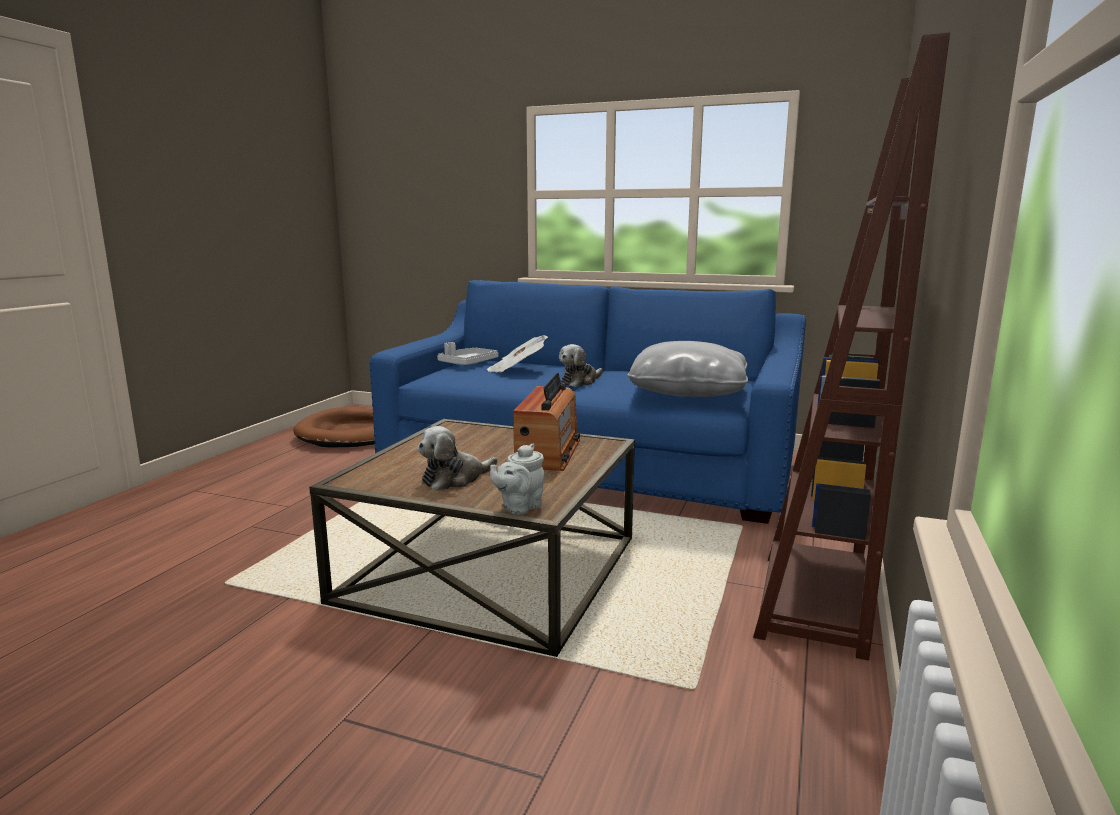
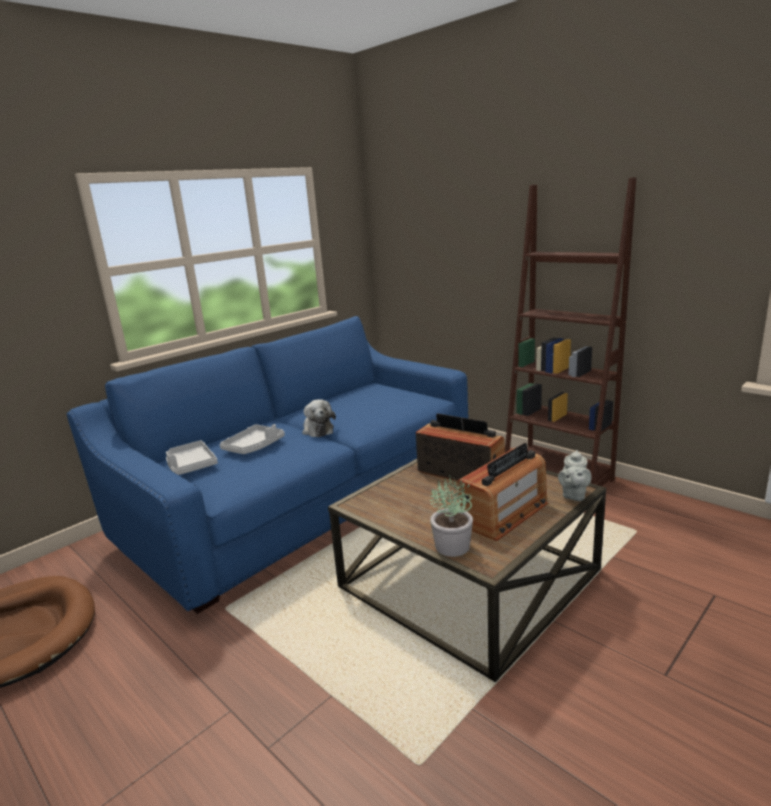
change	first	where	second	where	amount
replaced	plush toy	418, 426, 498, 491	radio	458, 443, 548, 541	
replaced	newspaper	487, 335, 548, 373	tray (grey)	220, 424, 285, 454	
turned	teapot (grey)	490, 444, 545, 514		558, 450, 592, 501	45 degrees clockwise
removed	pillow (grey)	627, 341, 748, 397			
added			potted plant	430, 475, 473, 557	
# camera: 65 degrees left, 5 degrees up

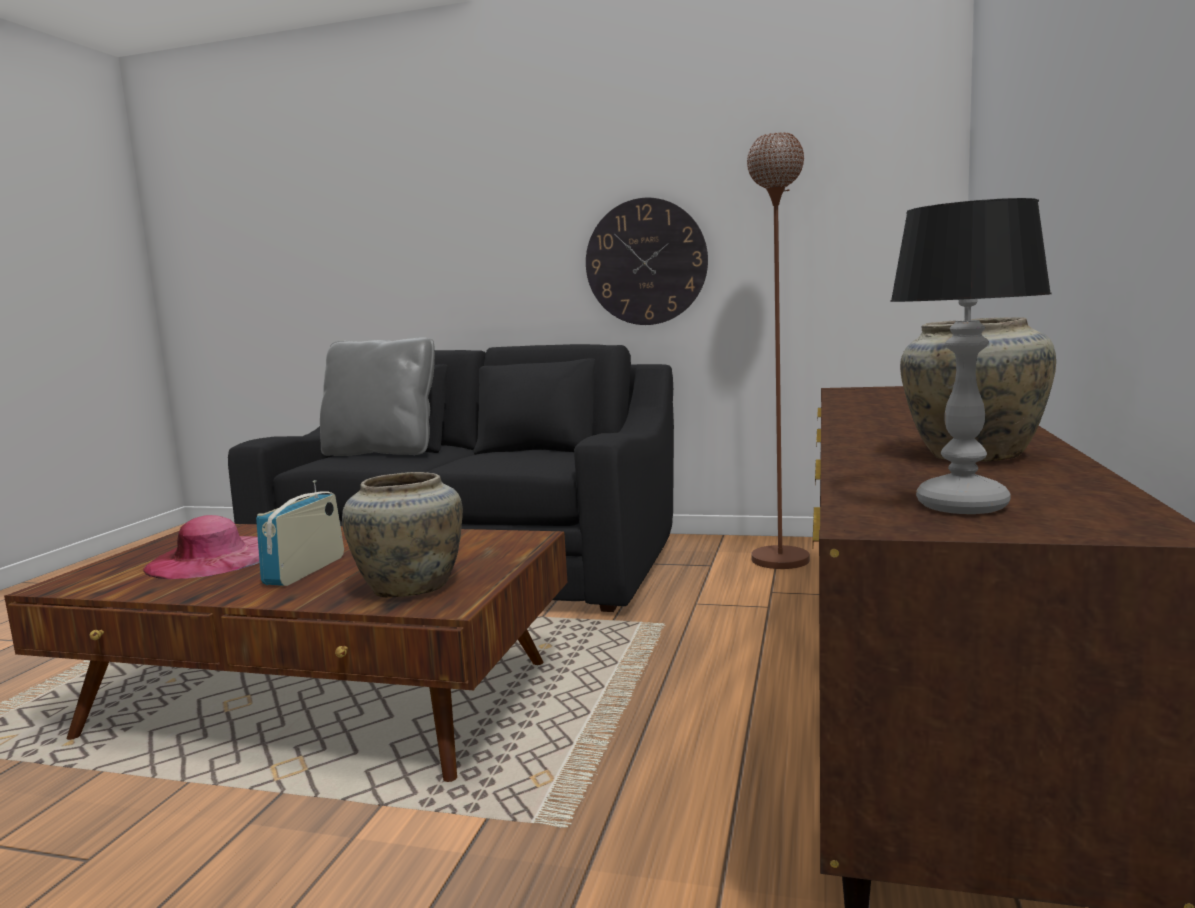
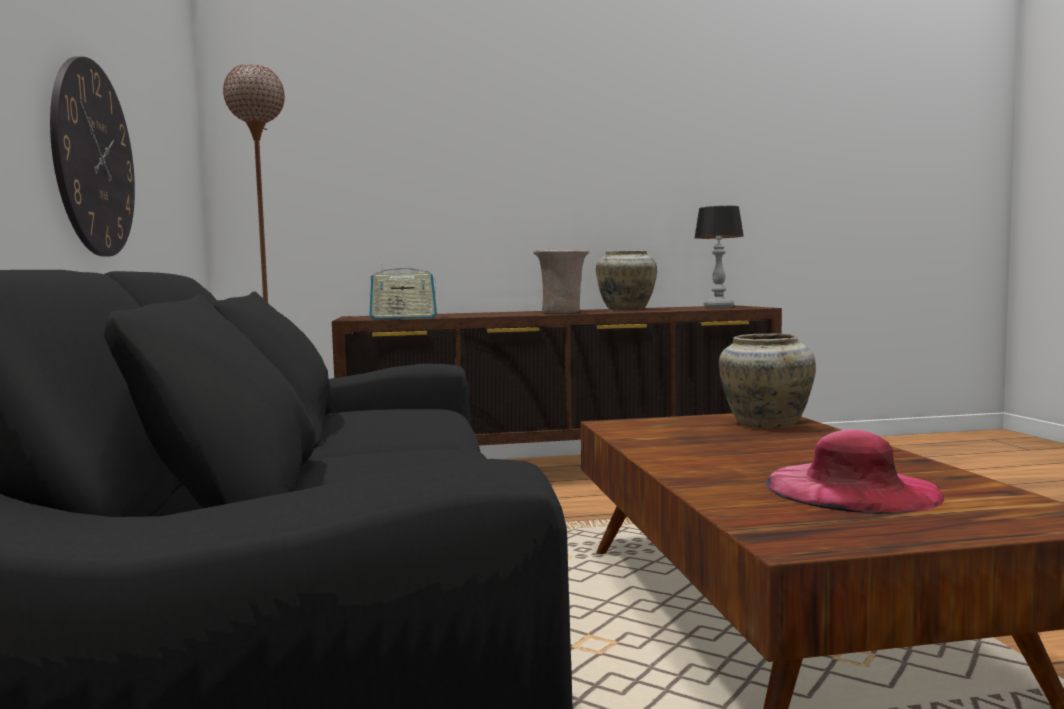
change	first	where	second	where	amount
moved	radio	256, 480, 344, 586		369, 263, 437, 319	
removed	pillow (grey)	320, 337, 435, 456			
added			vase (beige)	533, 250, 589, 313	
# camera: 115 degrees left, 5 degrees down

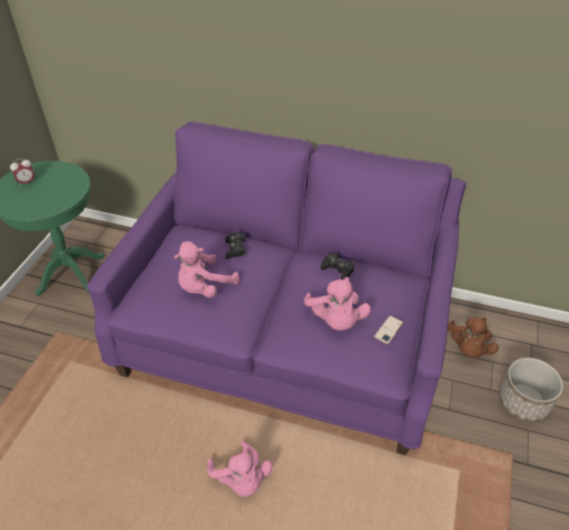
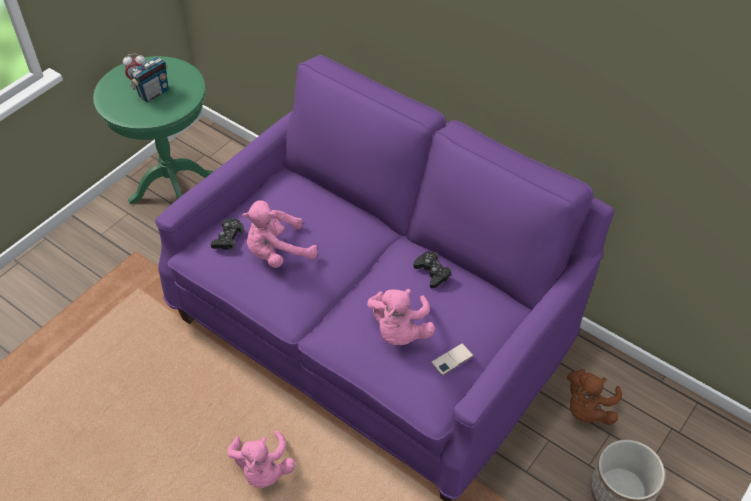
change	first	where	second	where	amount
moved	game controller (black)	225, 232, 246, 259		210, 218, 244, 250	
added			radio	129, 55, 169, 103	
# camera: 20 degrees right, 5 degrees up

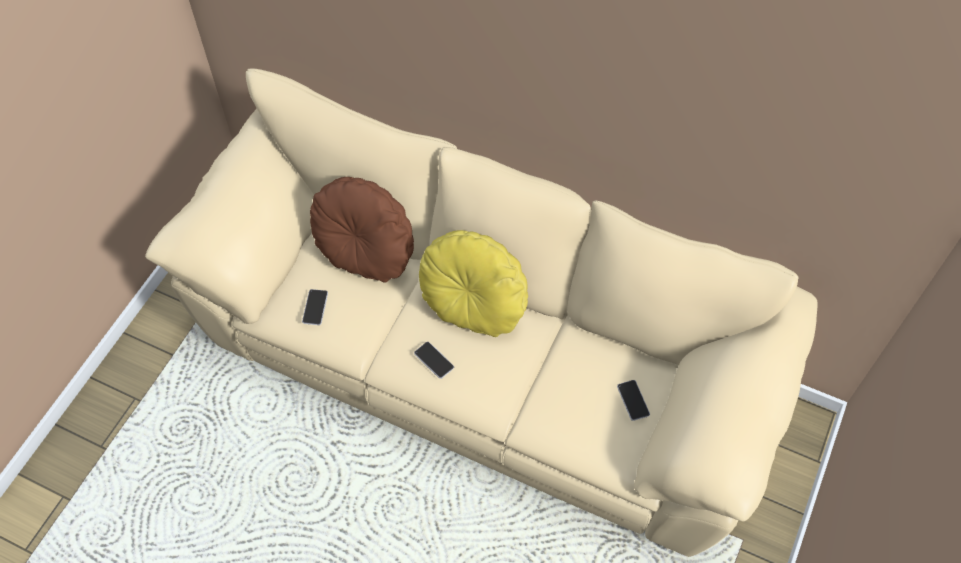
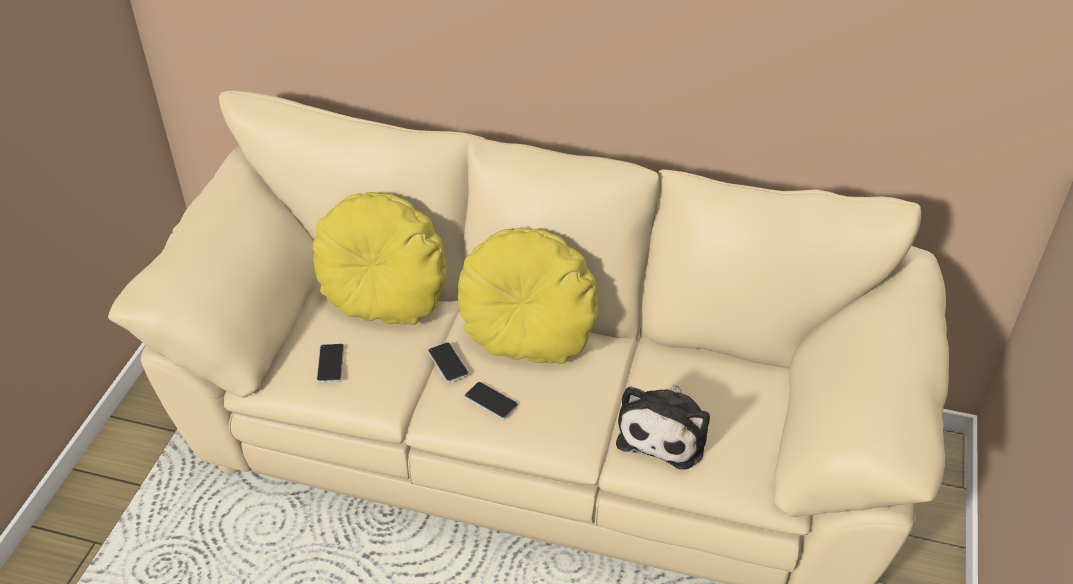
change	first	where	second	where	amount
recoloured	pillow (brown)	310, 177, 414, 282	pillow (yellow)	313, 192, 446, 325	
moved	phone	617, 380, 650, 421		428, 342, 469, 383	
added			plush toy	616, 384, 710, 470	
# camera: 10 degrees left, 15 degrees down

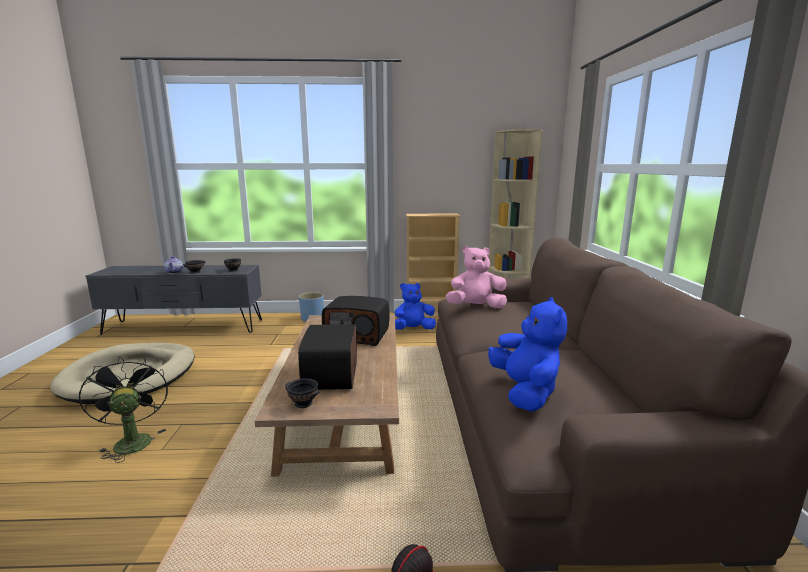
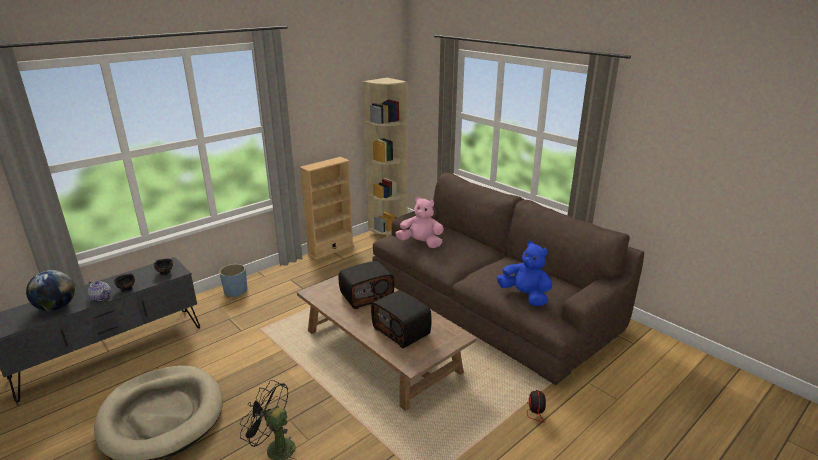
change	first	where	second	where	amount
removed	bowl (black)	285, 378, 320, 408			
removed	plush toy (blue)	395, 283, 436, 329			
turned	plush toy (pink)	446, 246, 507, 308		395, 197, 444, 248	60 degrees clockwise
added			globe	26, 270, 75, 311	
# camera: 40 degrees left, 10 degrees up

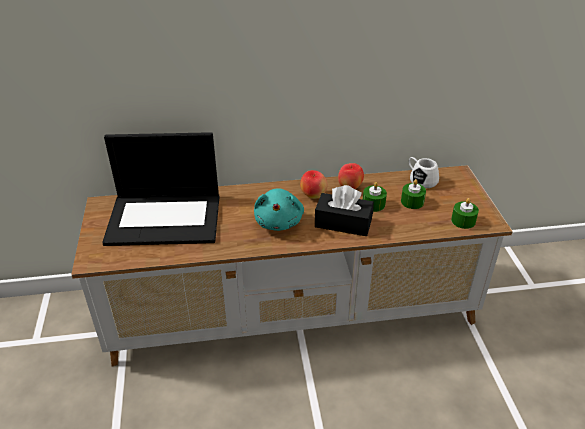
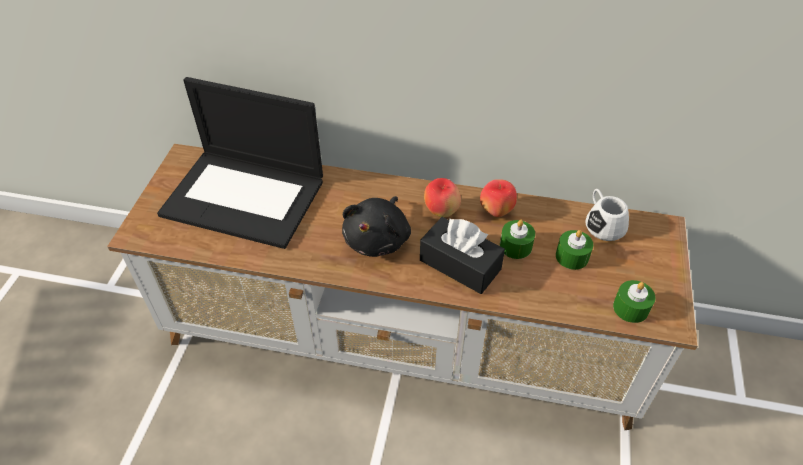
change	first	where	second	where	amount
recoloured	plush toy (turquoise)	254, 188, 304, 231	plush toy (black)	342, 196, 411, 257	
# camera: 20 degrees right, 10 degrees up

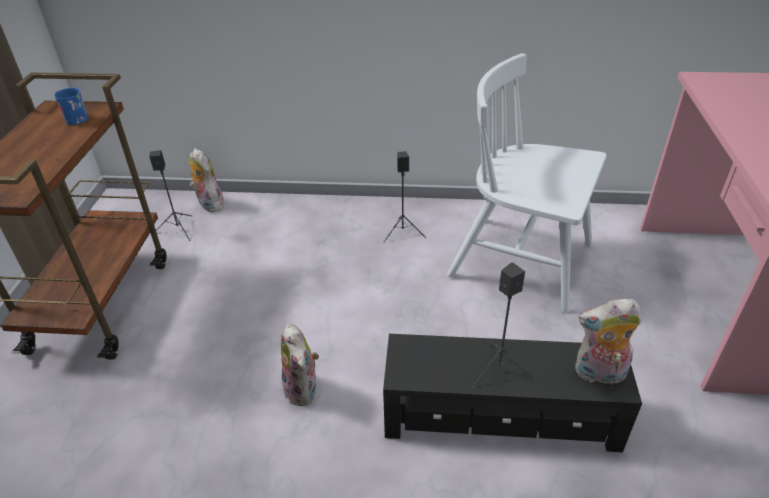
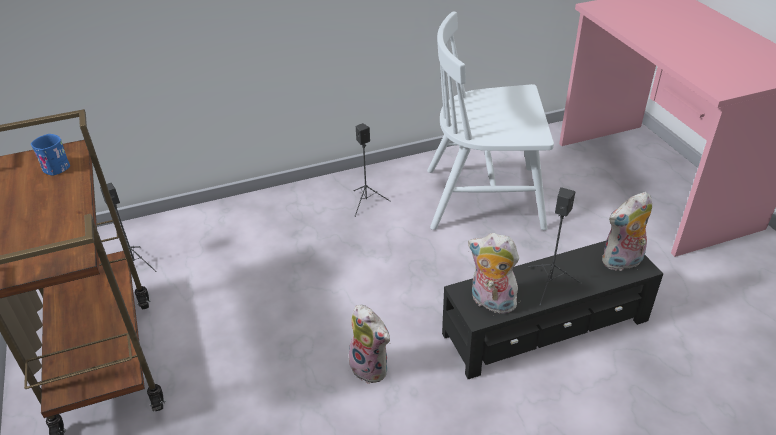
change	first	where	second	where	amount
moved	plush toy	189, 148, 224, 212		468, 233, 519, 314	
# camera: 25 degrees left, 0 degrees up

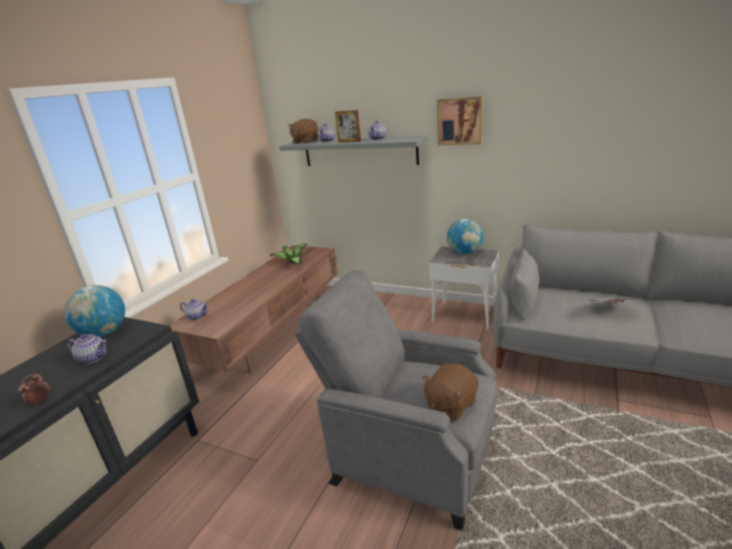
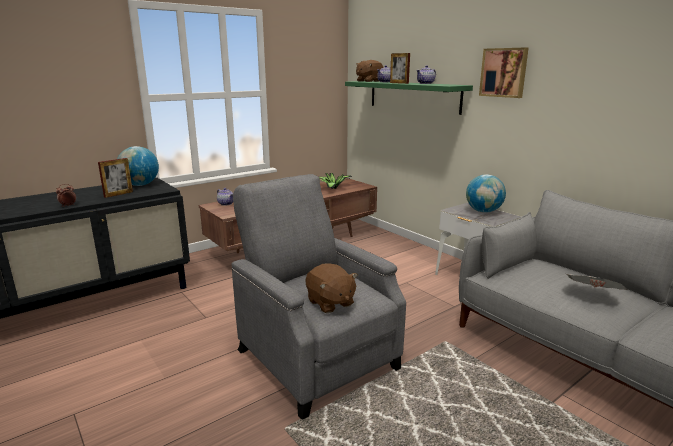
change	first	where	second	where	amount
replaced	teapot	67, 334, 107, 364	picture frame	98, 158, 133, 198	
recoloured	shelf (grey)	279, 136, 428, 166	shelf (green)	345, 81, 473, 115	
turned	plush toy (brown)	422, 363, 479, 420		306, 263, 358, 313	105 degrees counterclockwise
# camera: 25 degrees right, 5 degrees down

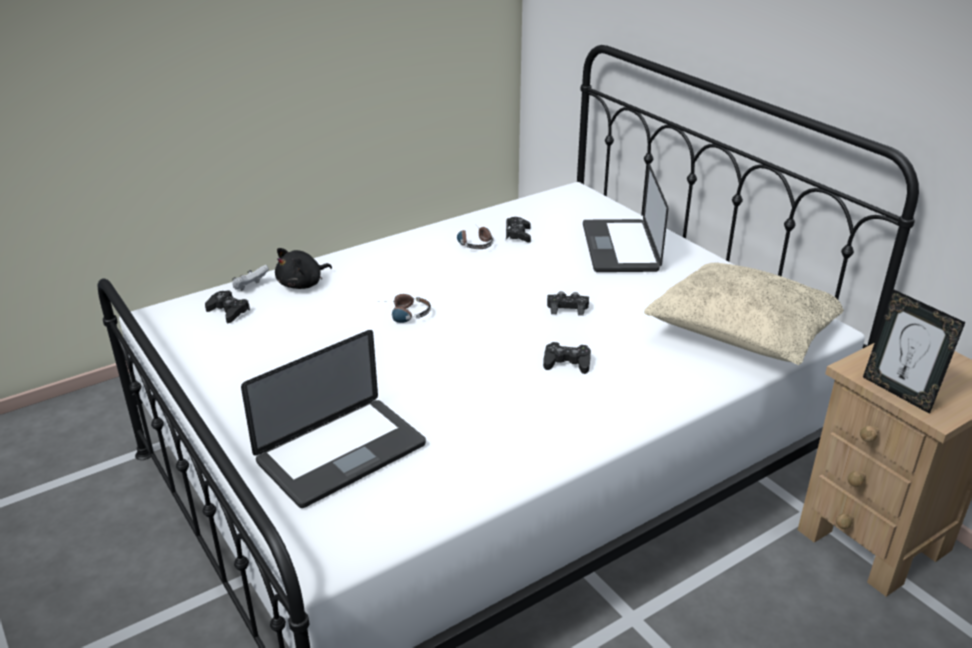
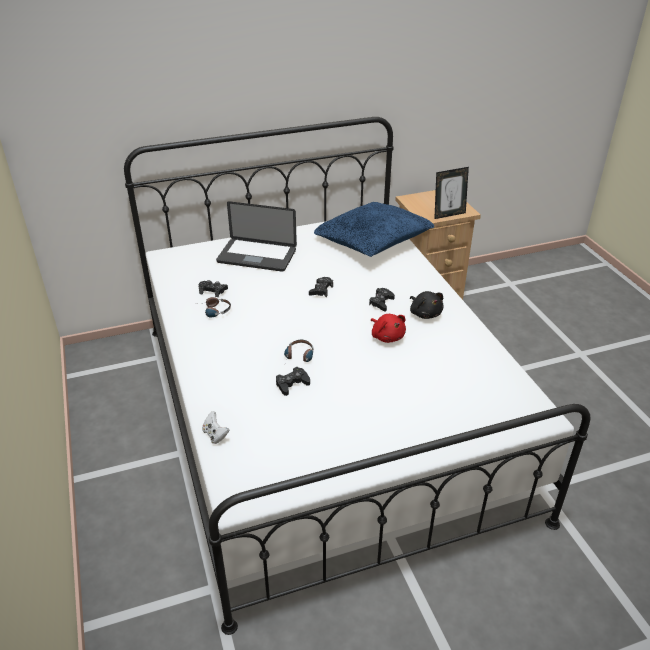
change	first	where	second	where	amount
moved	game controller (black)	205, 290, 250, 323		276, 367, 310, 396	
removed	laptop	241, 330, 426, 508			
moved	plush toy (black)	275, 248, 332, 289		410, 291, 444, 319	
recoloured	pillow (beige)	644, 263, 844, 365	pillow (blue)	314, 202, 434, 257	
added			plush toy (red)	371, 314, 406, 343	
# camera: 75 degrees left, 5 degrees up

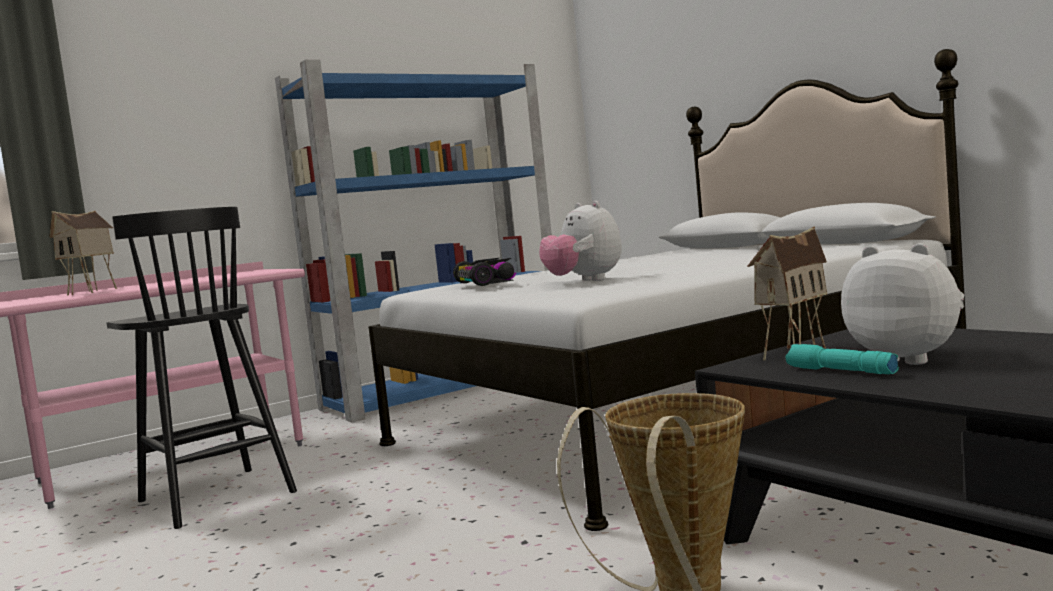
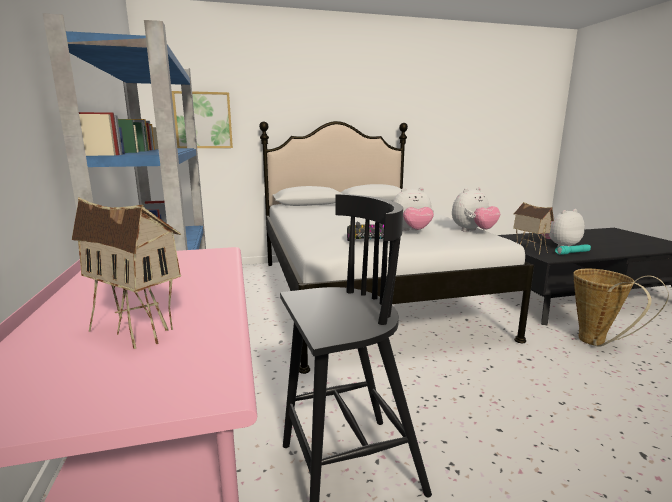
change	first	where	second	where	amount
added			picture	172, 91, 233, 148	
added			plush toy	452, 187, 500, 232	
# camera: 70 degrees left, 10 degrees up

